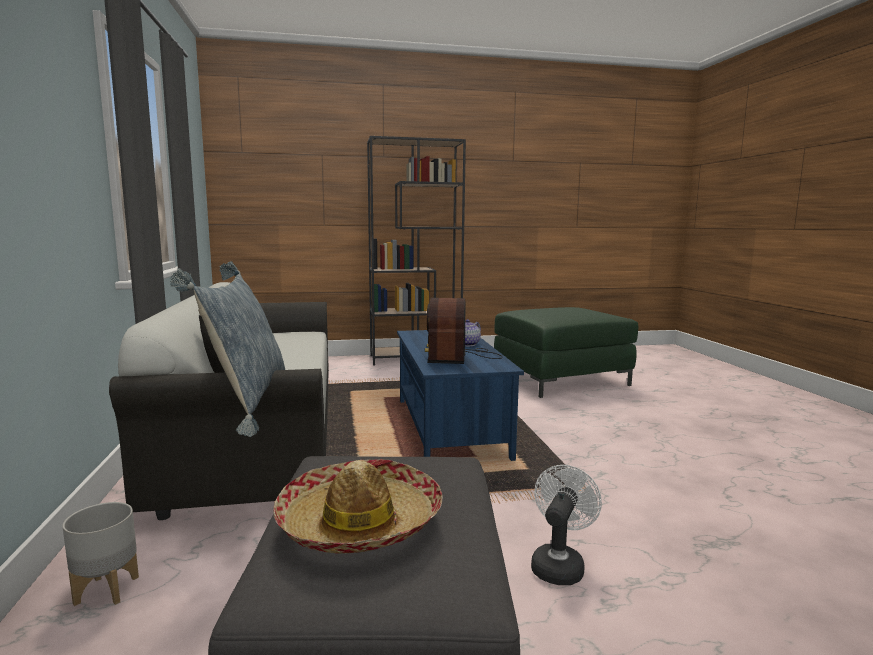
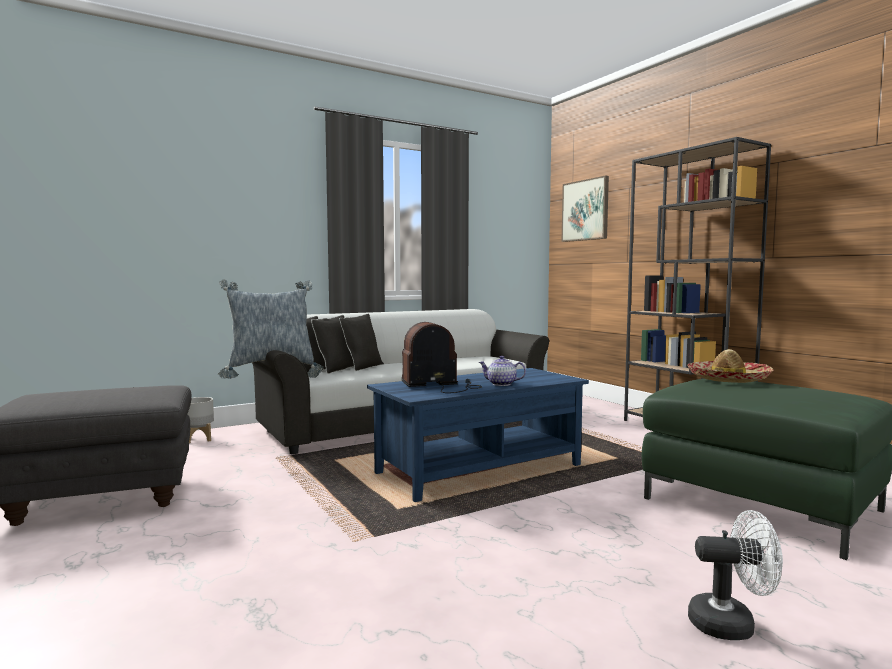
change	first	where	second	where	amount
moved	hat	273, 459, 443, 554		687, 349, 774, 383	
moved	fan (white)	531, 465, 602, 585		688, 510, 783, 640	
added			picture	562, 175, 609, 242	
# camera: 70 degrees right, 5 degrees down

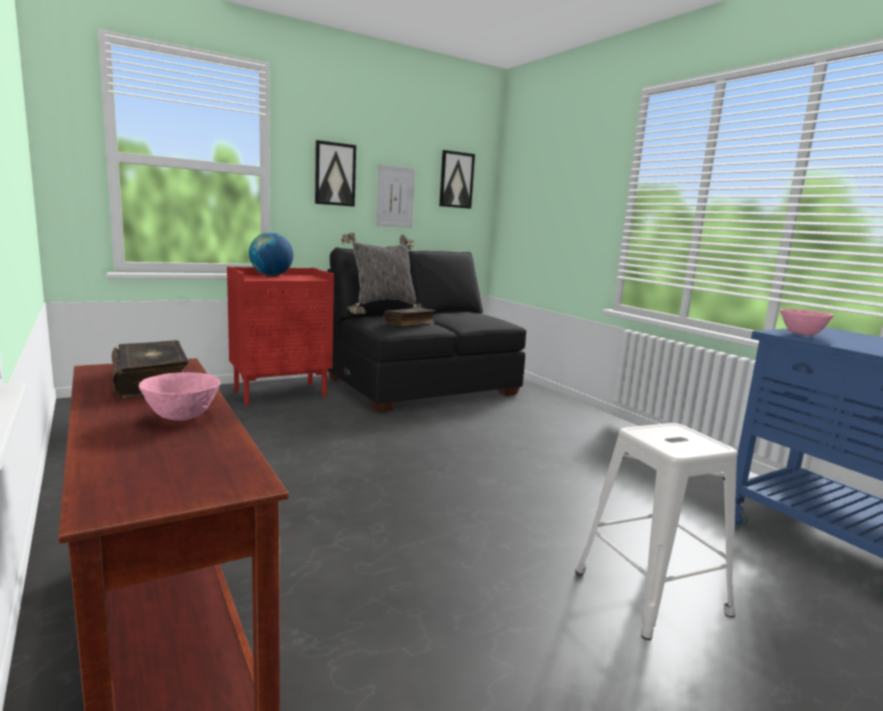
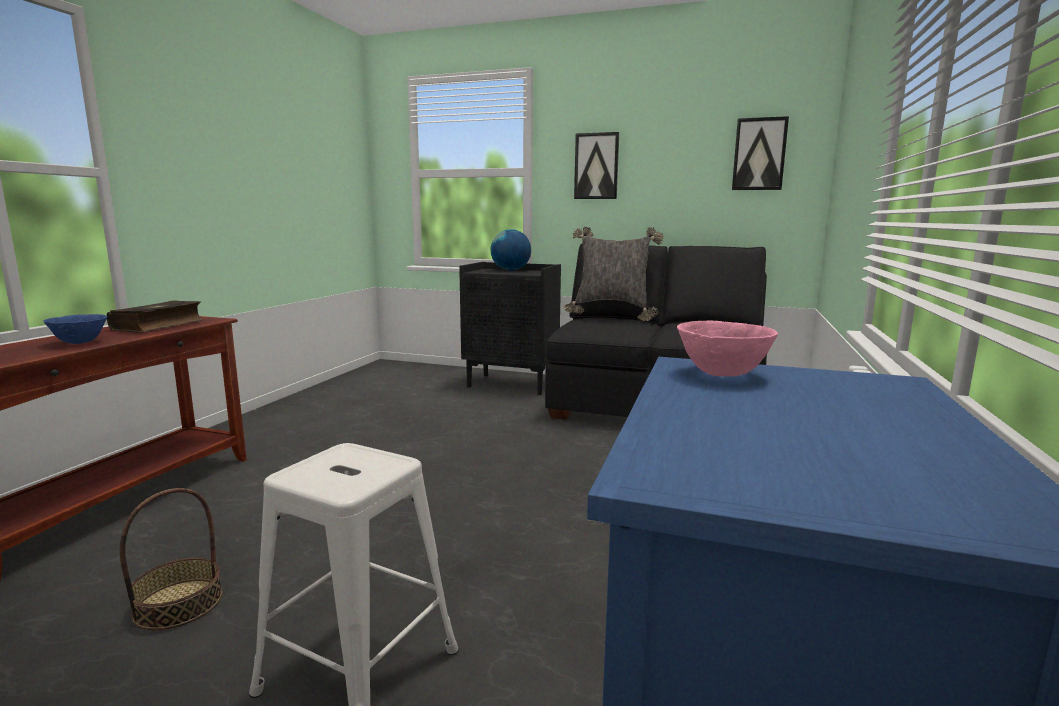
change	first	where	second	where	amount
recoloured	bowl (pink)	139, 372, 220, 421	bowl (blue)	43, 314, 107, 344	
recoloured	cabinet (red)	227, 266, 334, 405	cabinet (black)	459, 262, 561, 395	
removed	picture	376, 164, 415, 228			
removed	book	384, 307, 435, 326			
added			basket	120, 488, 223, 630	
# camera: 50 degrees right, 0 degrees up

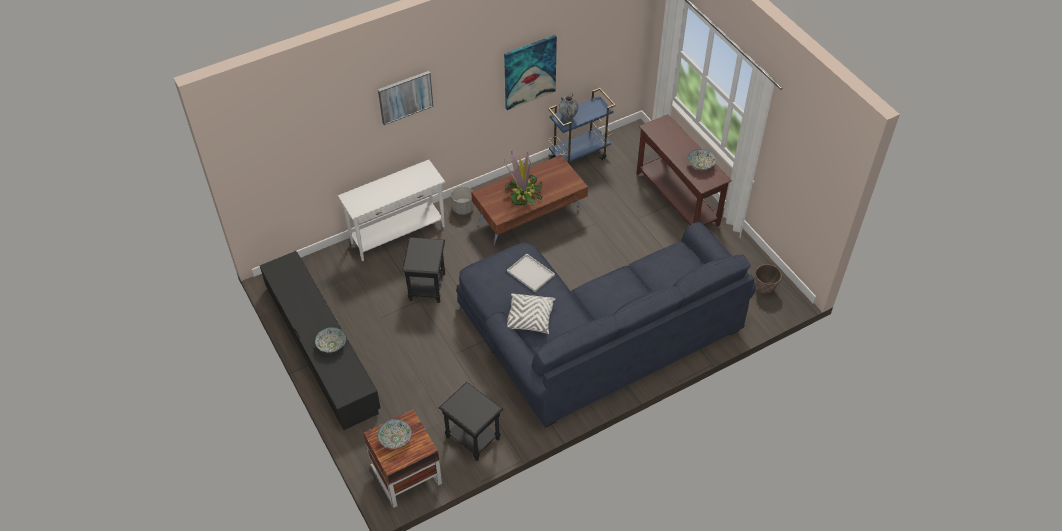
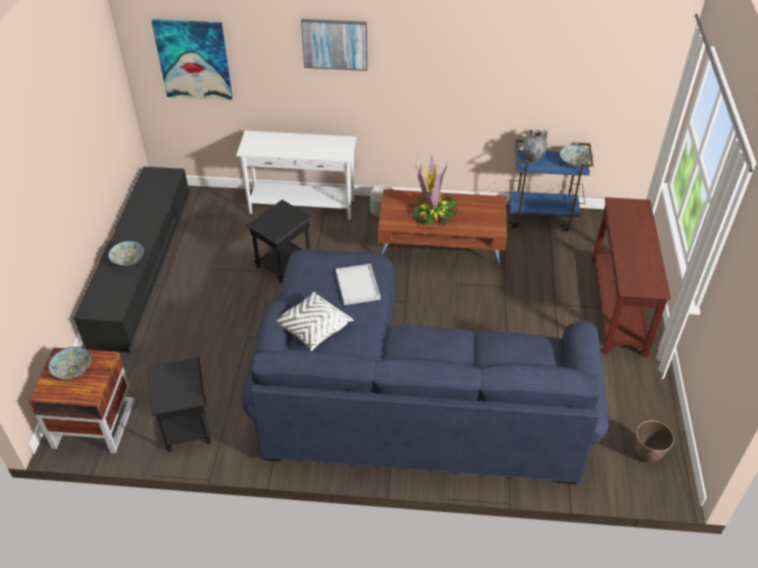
change	first	where	second	where	amount
moved	picture	504, 35, 557, 110		151, 19, 233, 100	
moved	bowl	688, 149, 716, 170		560, 145, 593, 167	
# camera: 35 degrees right, 5 degrees down

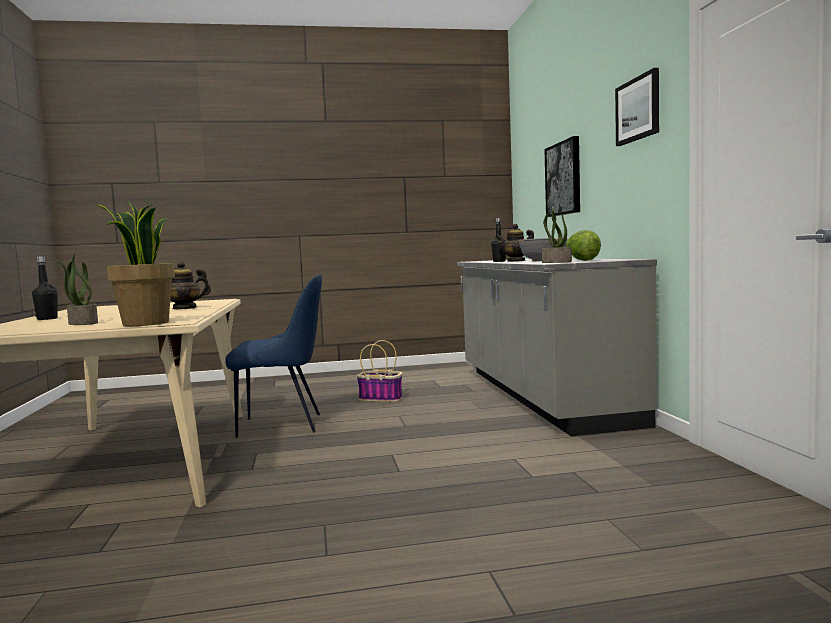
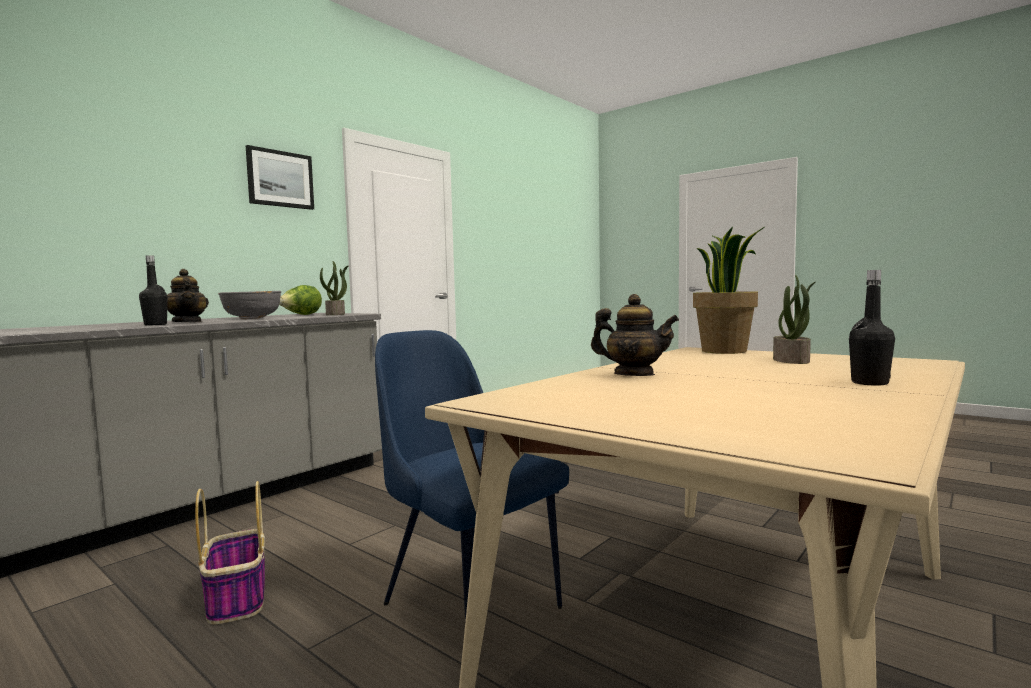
change	first	where	second	where	amount
removed	picture	544, 136, 580, 217			
# camera: 130 degrees left, 0 degrees up

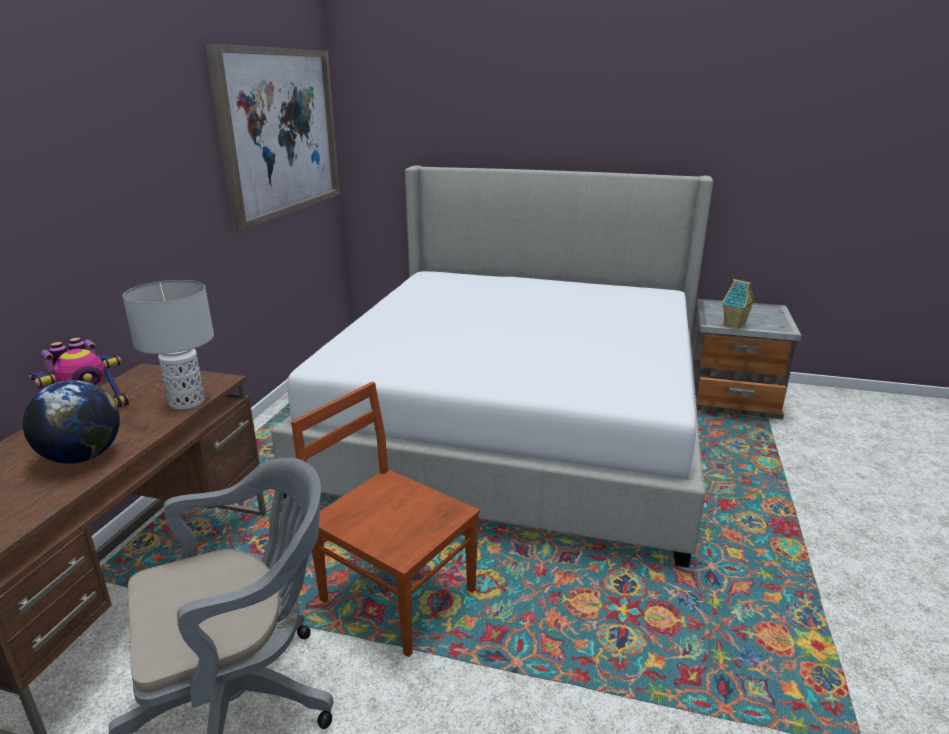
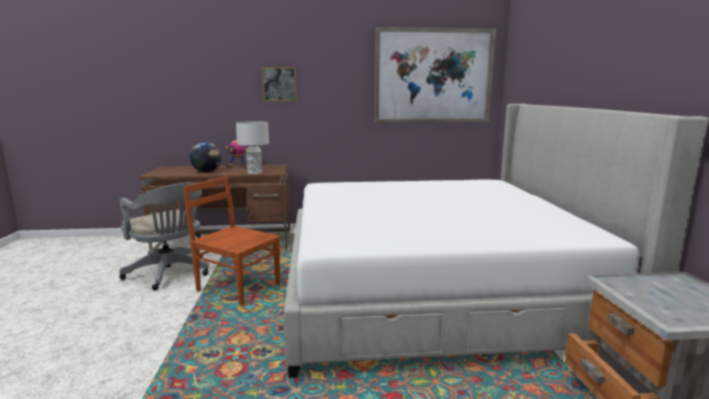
change	first	where	second	where	amount
turned	chair (brown)	291, 382, 480, 657		183, 177, 280, 306	75 degrees counterclockwise
removed	toy house	722, 279, 755, 329			
added			picture	262, 67, 296, 101	
# camera: 70 degrees right, 10 degrees down

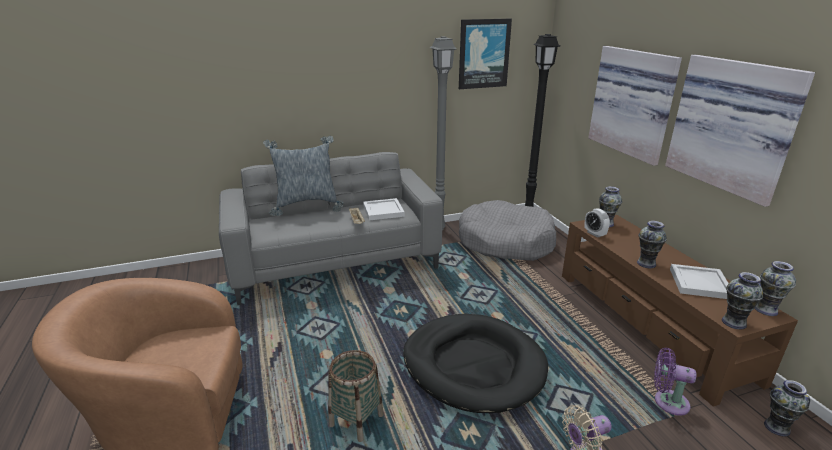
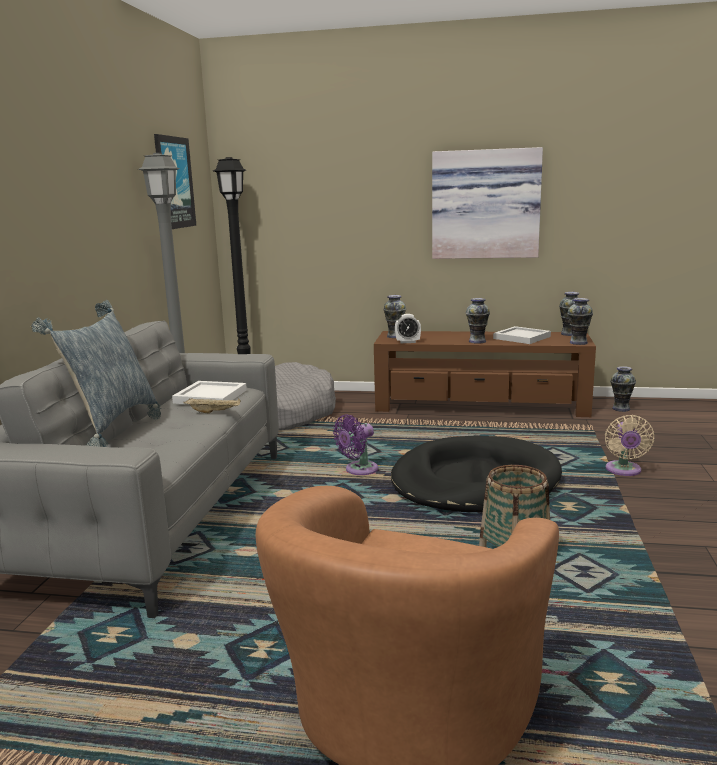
change	first	where	second	where	amount
removed	picture	588, 46, 682, 166			
moved	fan (purple)	654, 348, 696, 416		333, 415, 378, 475	
# camera: 60 degrees left, 10 degrees down

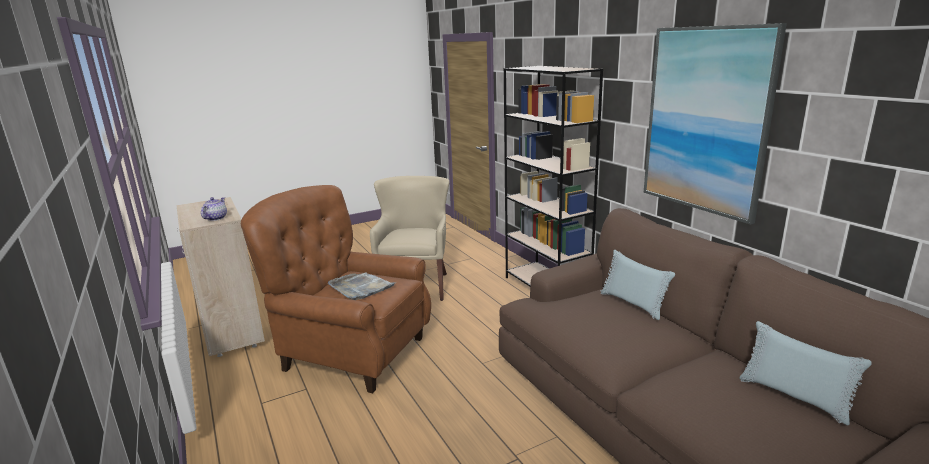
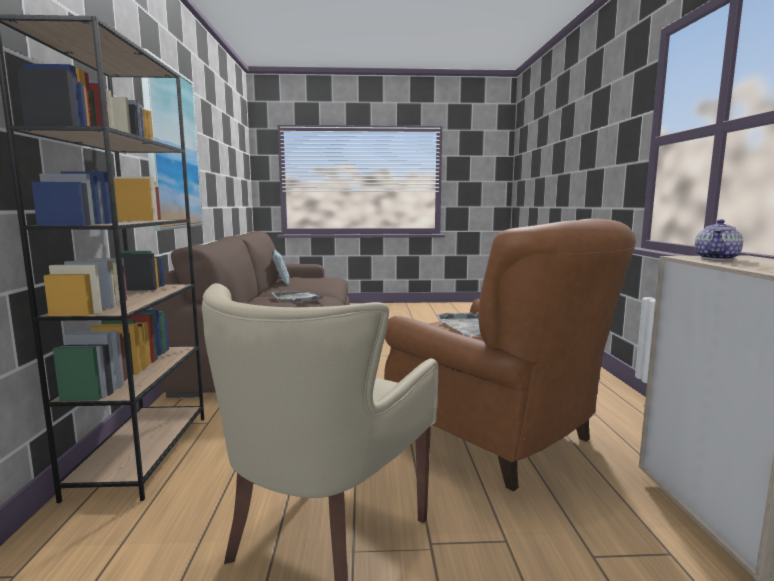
change	first	where	second	where	amount
removed	pillow (blue)	601, 250, 675, 320			
added			tray (grey)	271, 290, 324, 303	
# camera: 155 degrees left, 10 degrees down

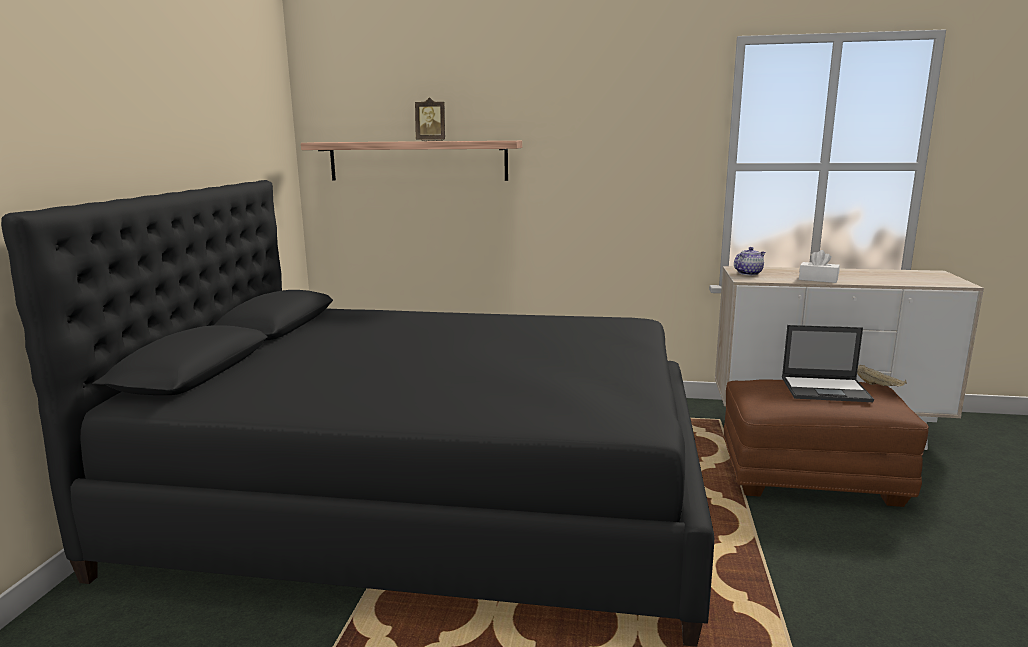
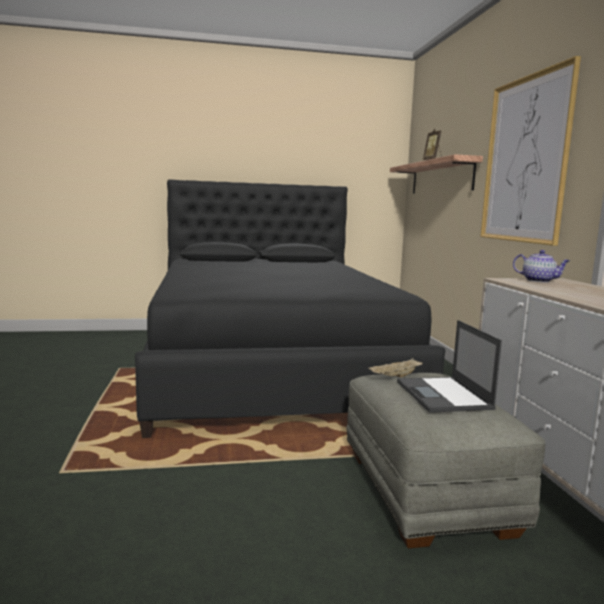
change	first	where	second	where	amount
recoloured	ottoman (brown)	723, 380, 929, 507	ottoman (grey)	346, 373, 546, 548	
removed	tissue box (white)	799, 250, 840, 283			
moved	tray (beige)	857, 364, 907, 386		369, 358, 423, 377	
added			picture	480, 56, 581, 246	
# camera: 70 degrees right, 5 degrees down

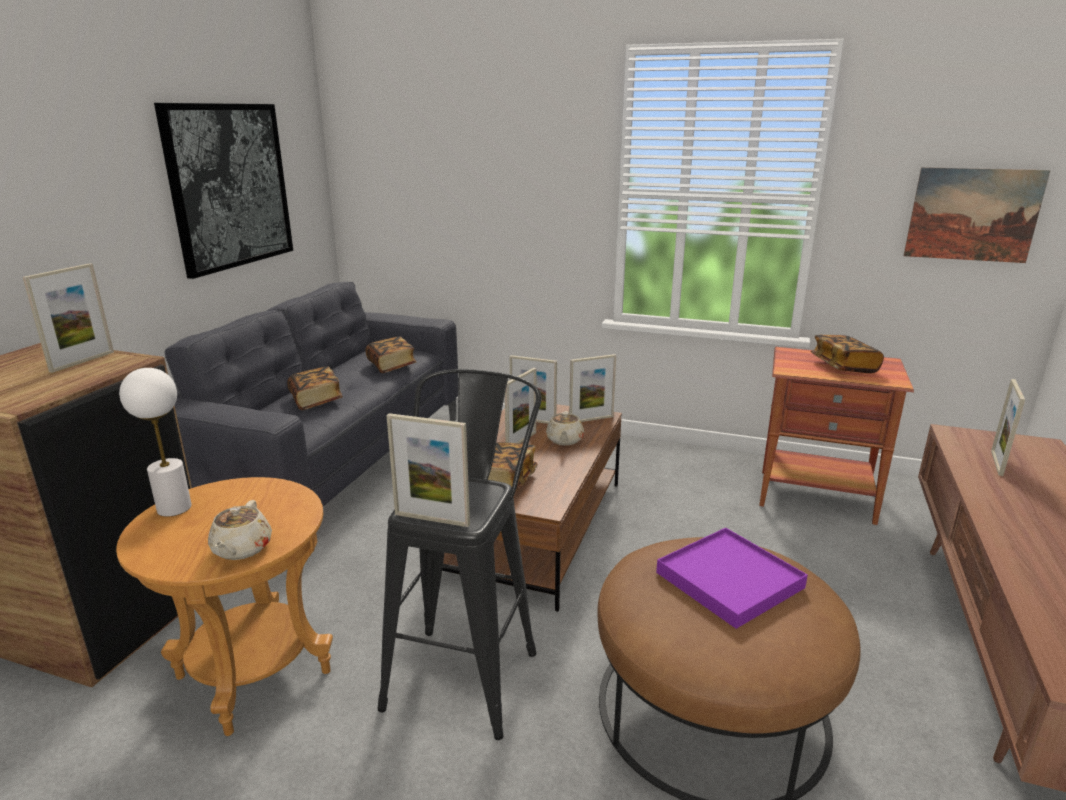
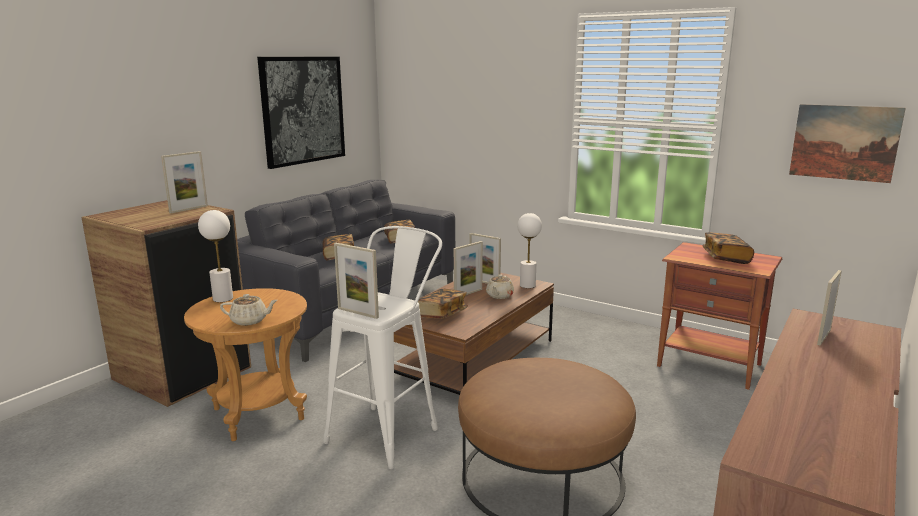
change	first	where	second	where	amount
turned	teapot (beige)	208, 500, 272, 560		220, 294, 277, 326	105 degrees counterclockwise
recoloured	stool (black)	377, 369, 542, 740	stool (white)	323, 226, 442, 469	
replaced	picture frame	569, 354, 616, 422	table lamp (white)	517, 213, 542, 288	
removed	tray (purple)	656, 528, 808, 629			
# camera: 15 degrees right, 5 degrees down

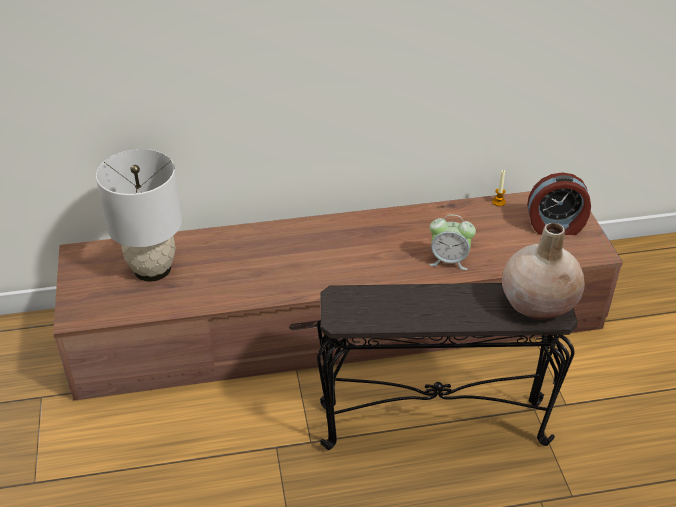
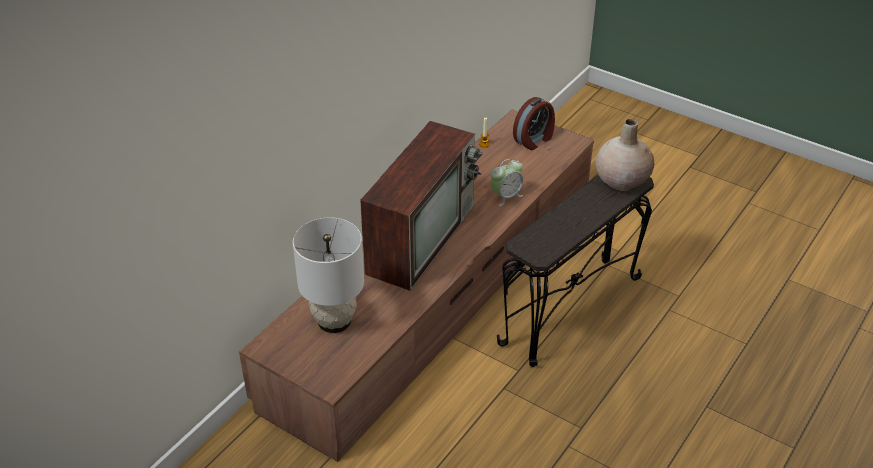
change	first	where	second	where	amount
added			television	360, 121, 483, 291	
# camera: 45 degrees left, 0 degrees up

